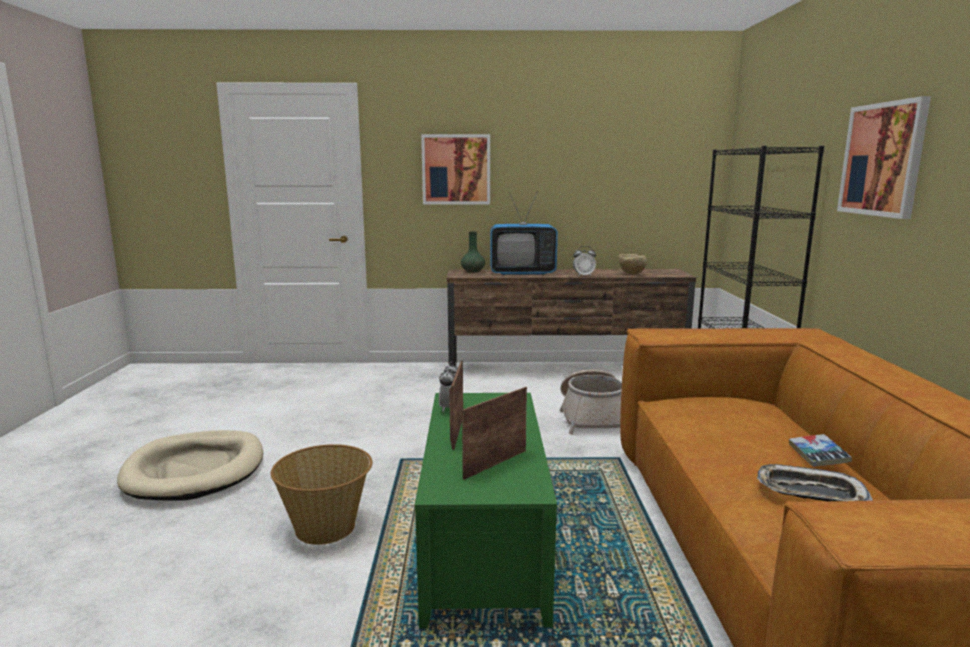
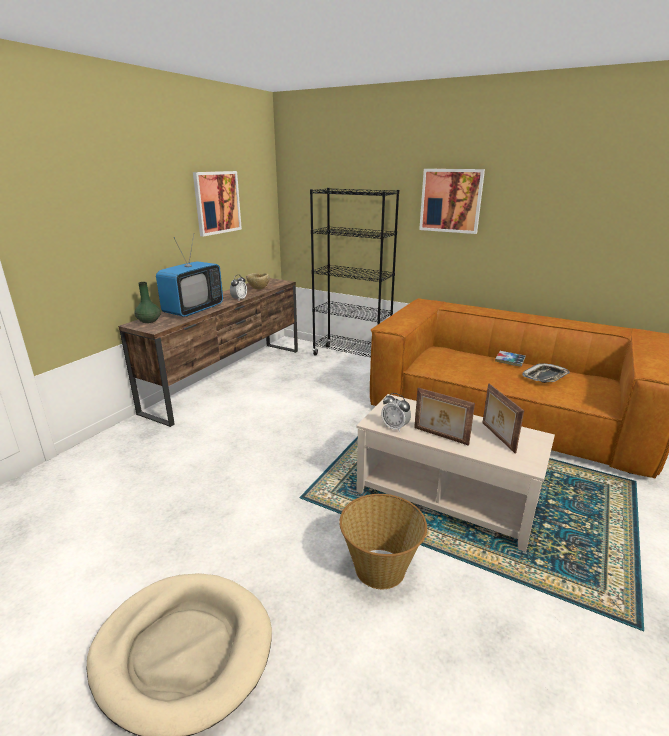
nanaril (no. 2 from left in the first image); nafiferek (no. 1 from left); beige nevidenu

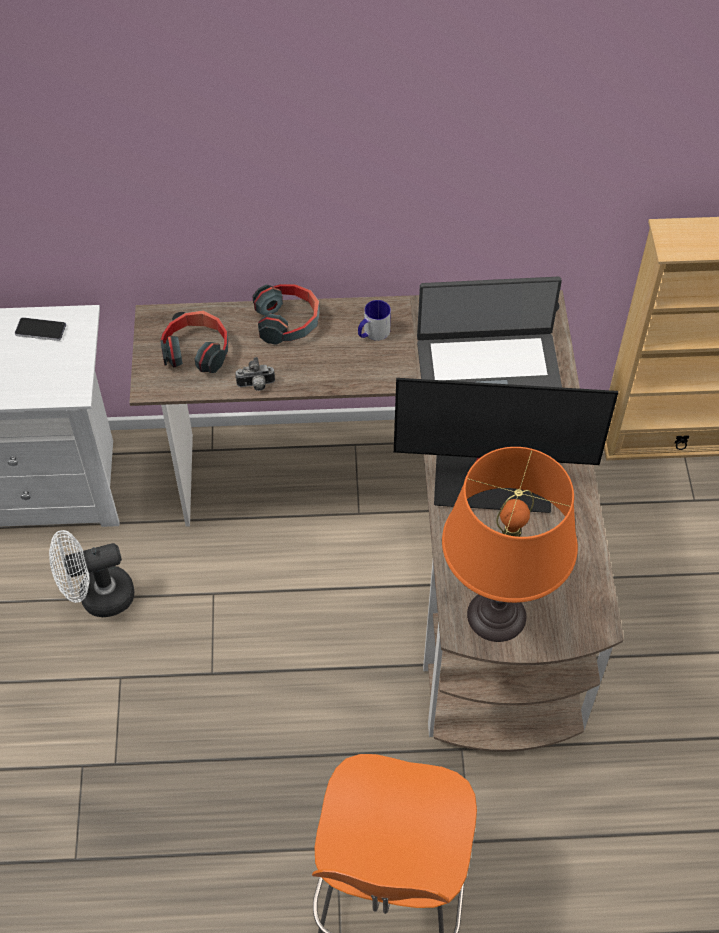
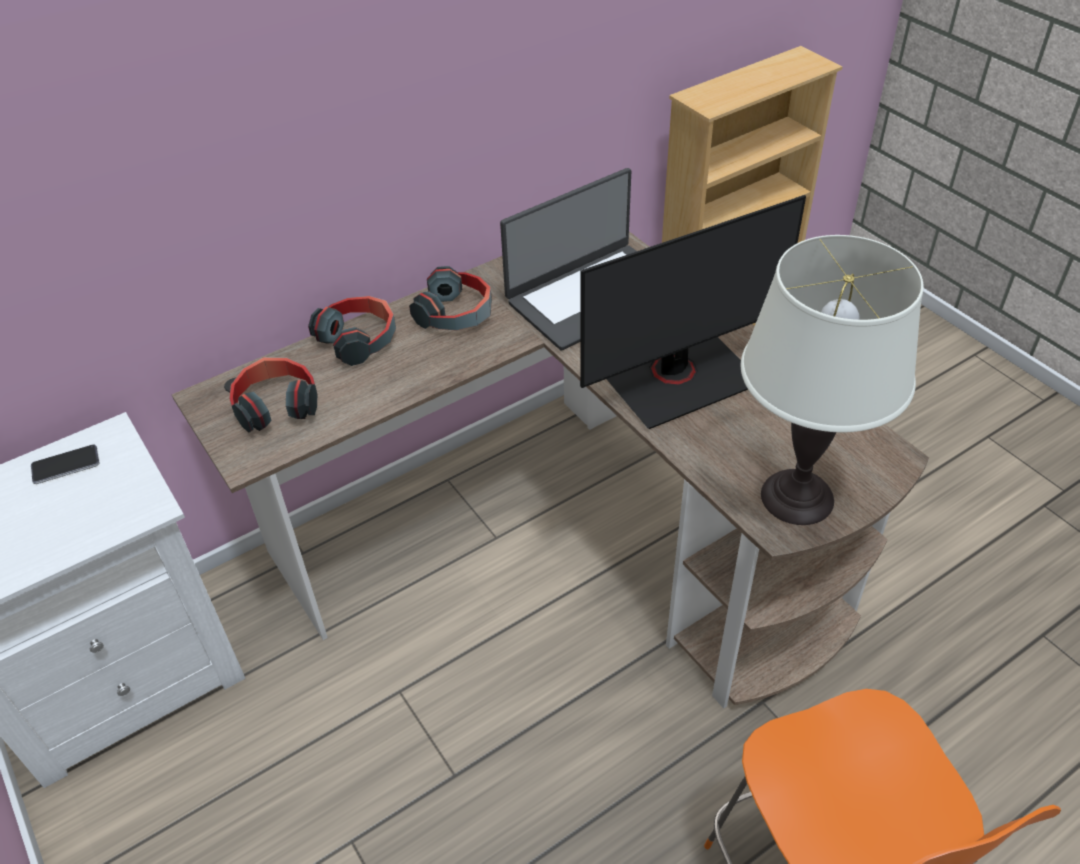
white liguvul; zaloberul; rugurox (no. 3 from left); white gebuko

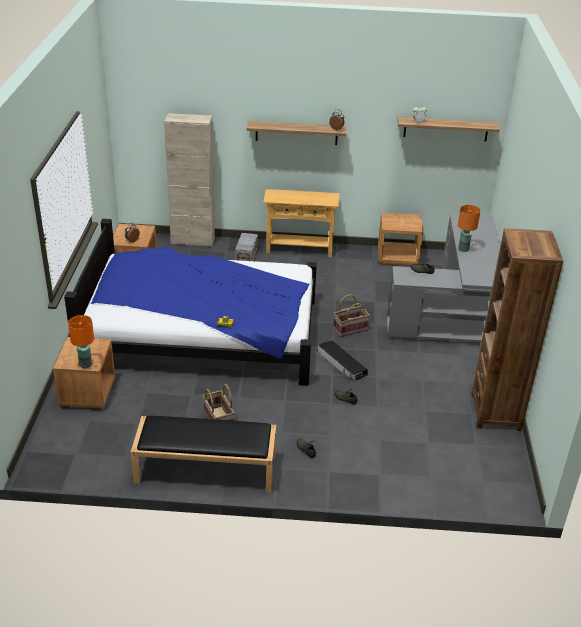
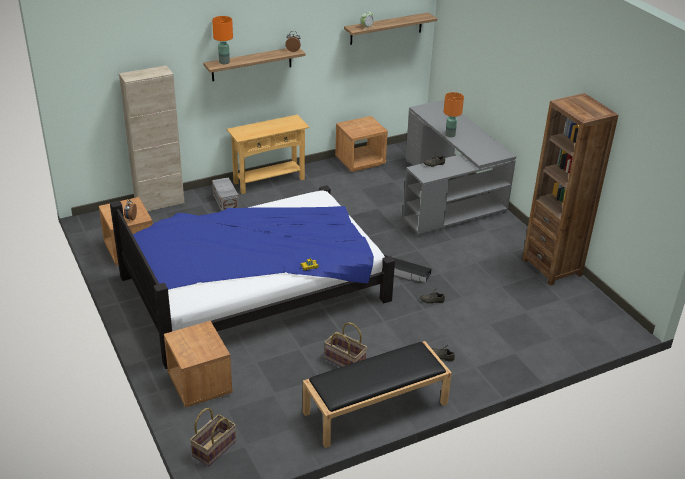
orange gebuko (no. 1 from left); nanaril (no. 1 from left)

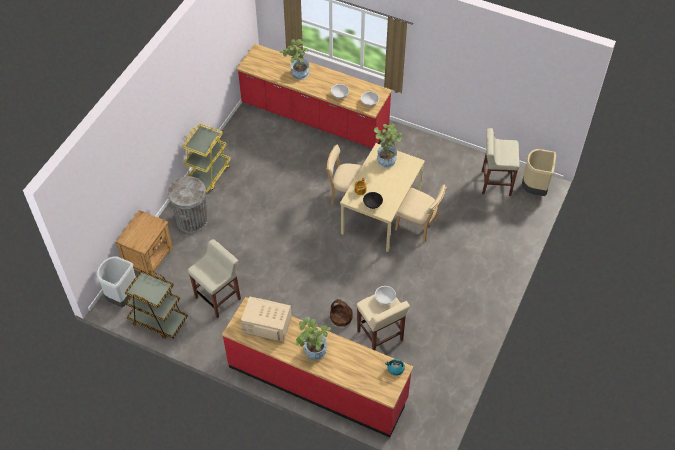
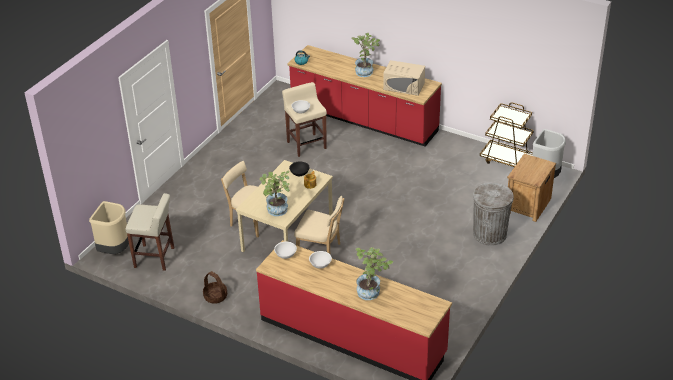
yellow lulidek; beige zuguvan (no. 1 from left in the first image); nanaril

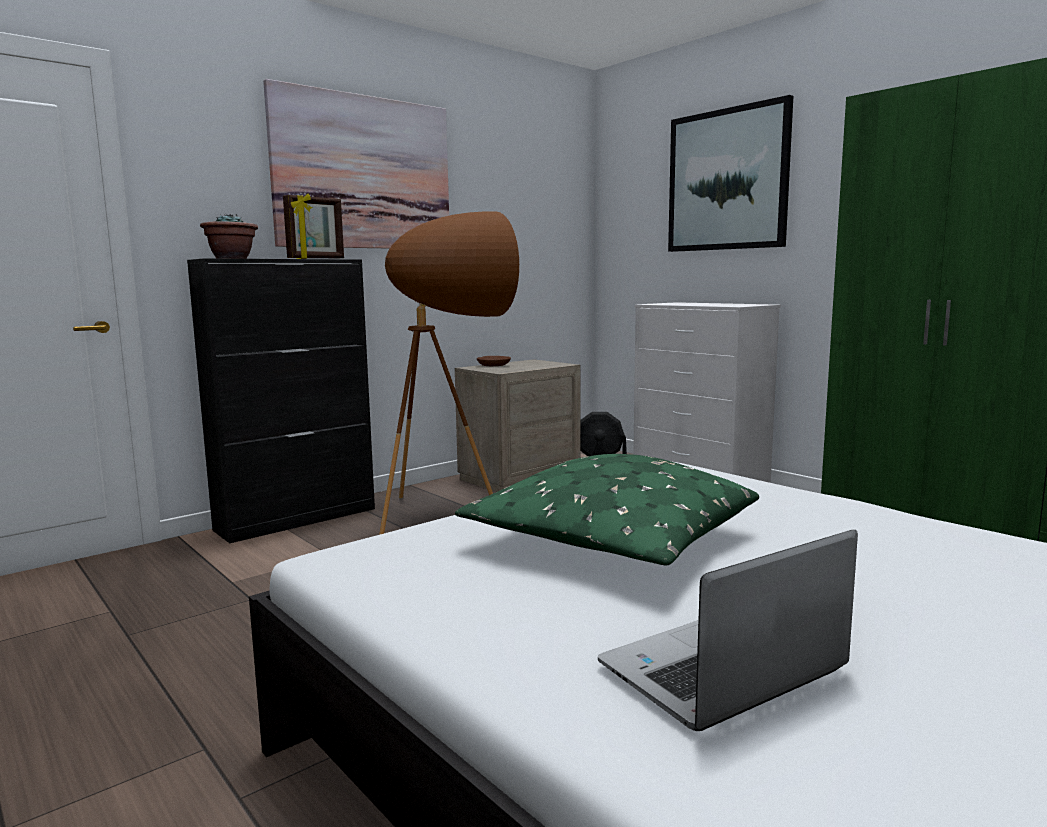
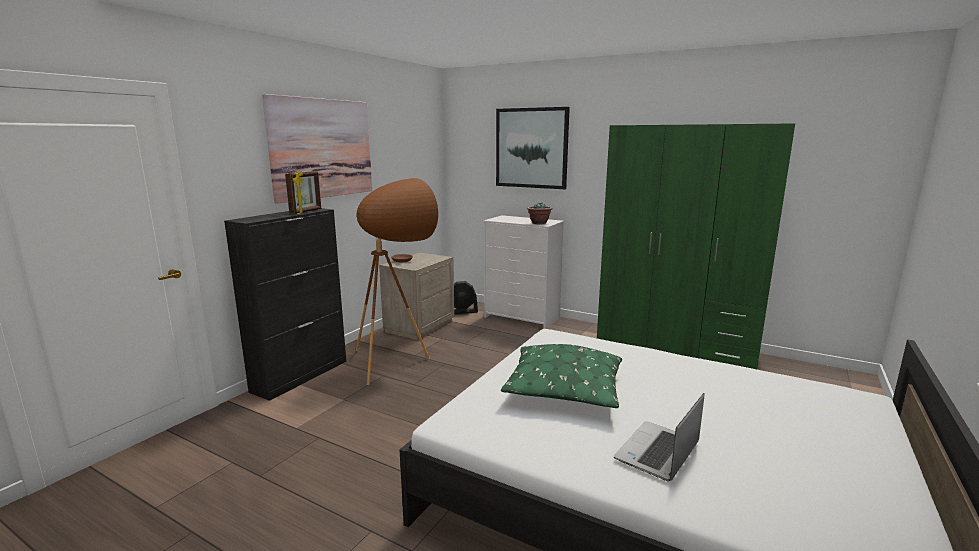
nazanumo

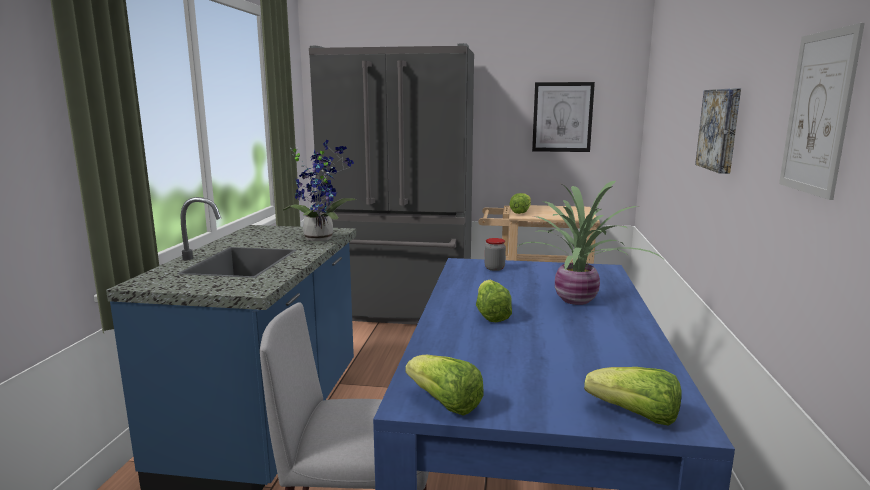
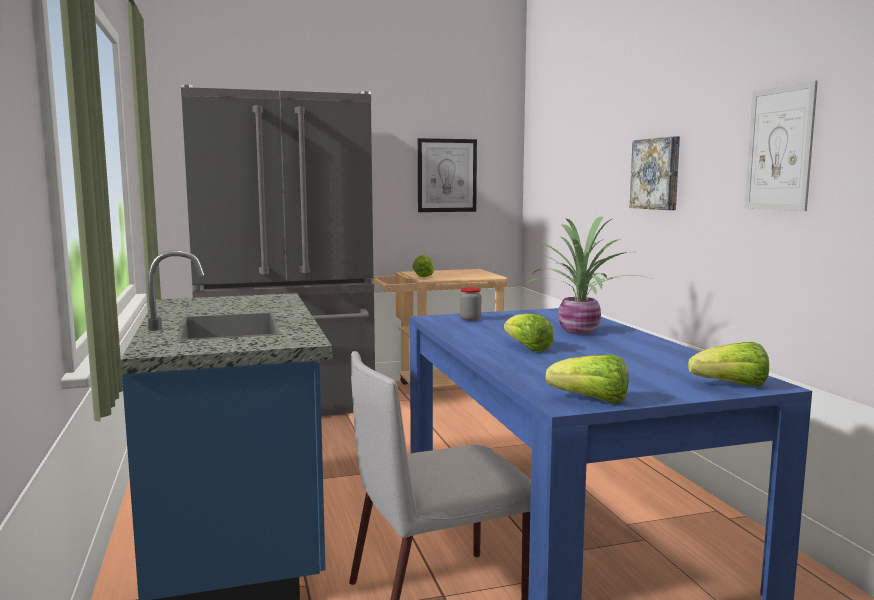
nazanumo (no. 1 from left in the first image)

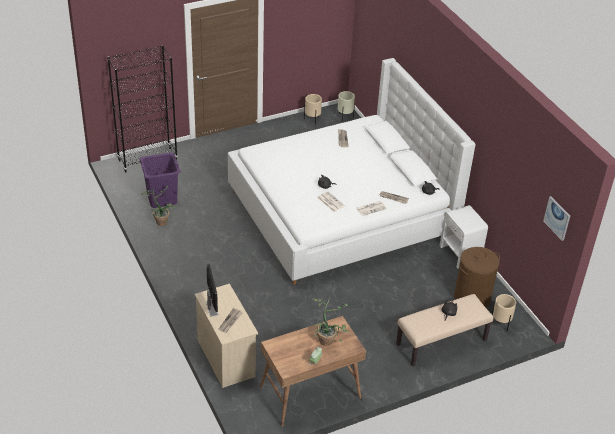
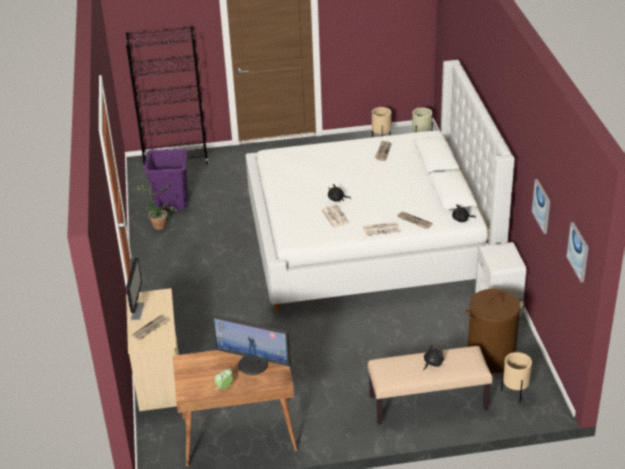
nafiferek (no. 1 from left); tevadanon (no. 2 from left)

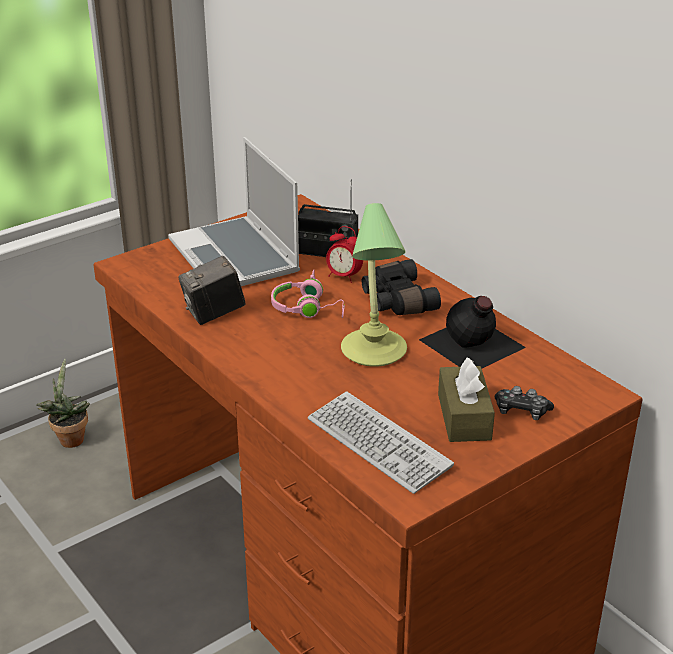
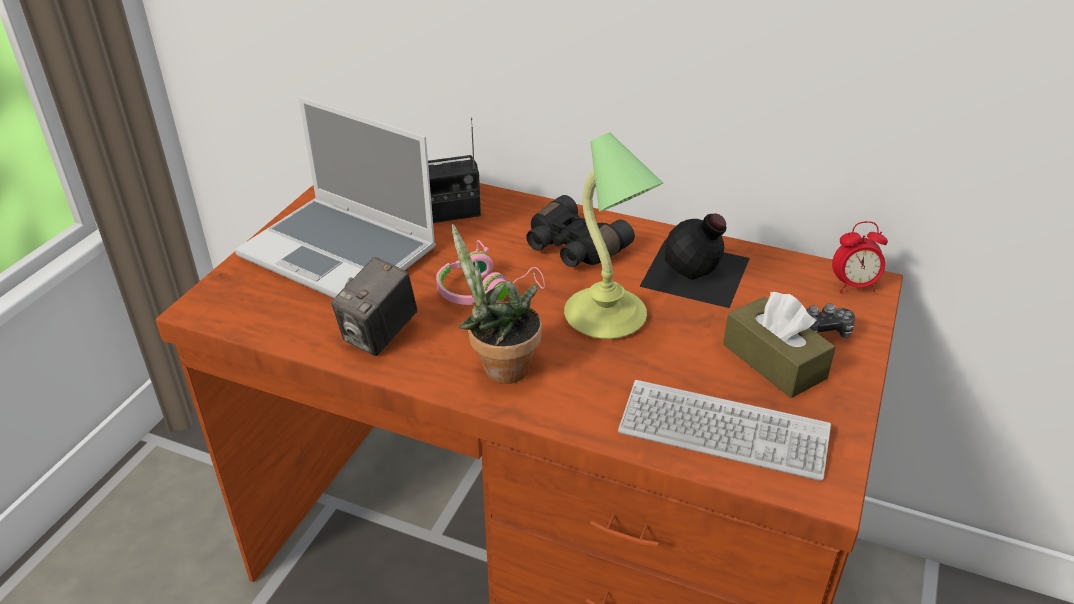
nazanumo; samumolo

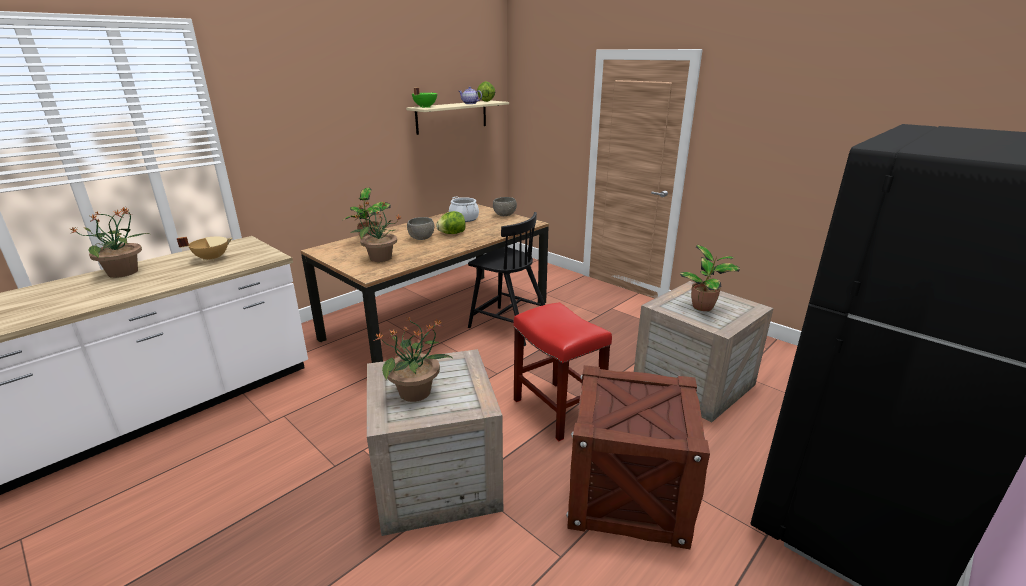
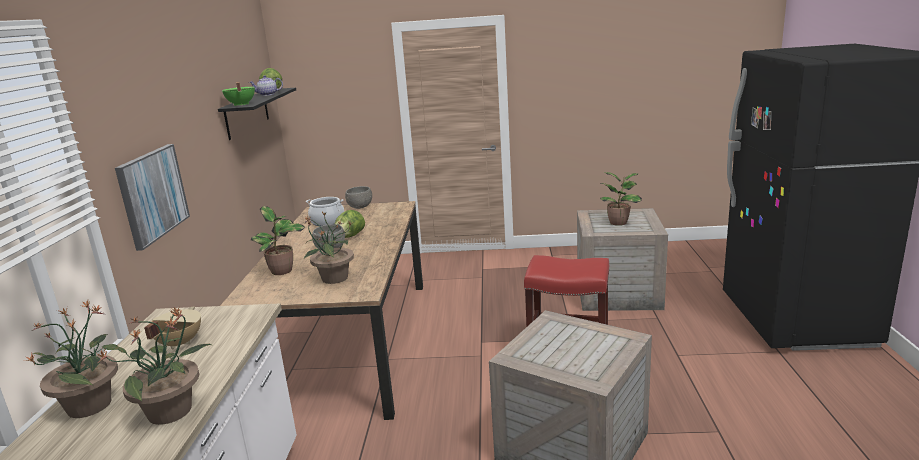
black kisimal; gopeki (no. 2 from left in the first image); nafiferek; nazanumo (no. 2 from left); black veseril

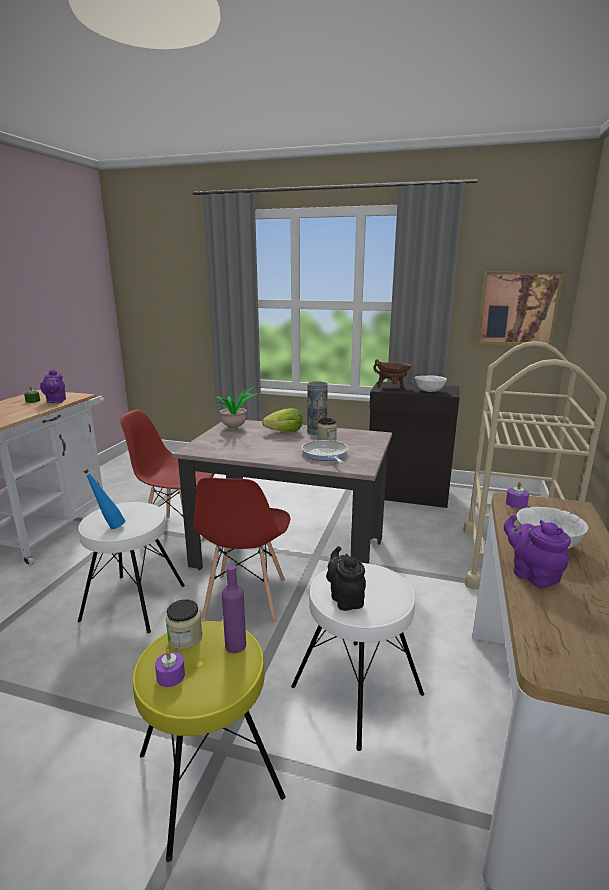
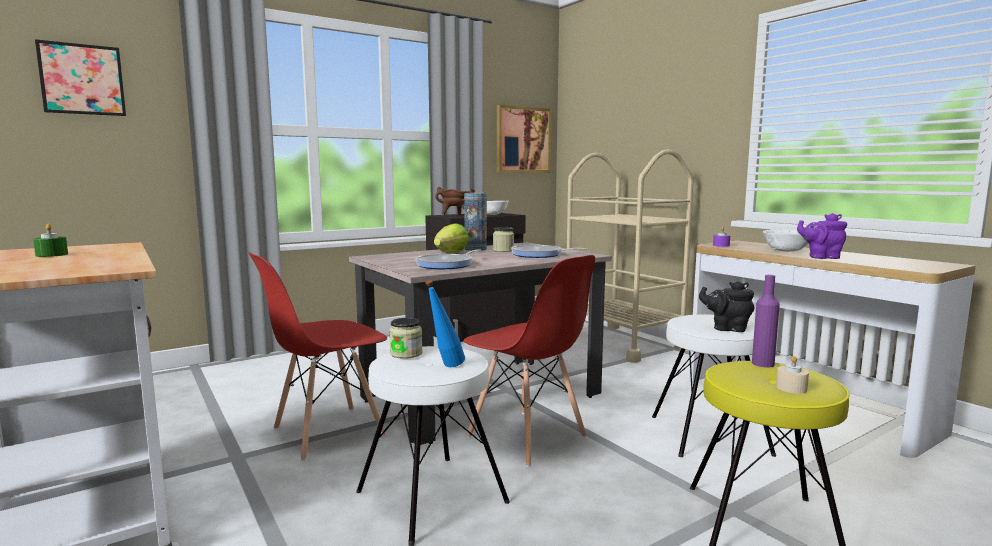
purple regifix (no. 1 from left in the first image); nazanumo; nafiferek (no. 1 from left); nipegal (no. 1 from left); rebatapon (no. 1 from left); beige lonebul

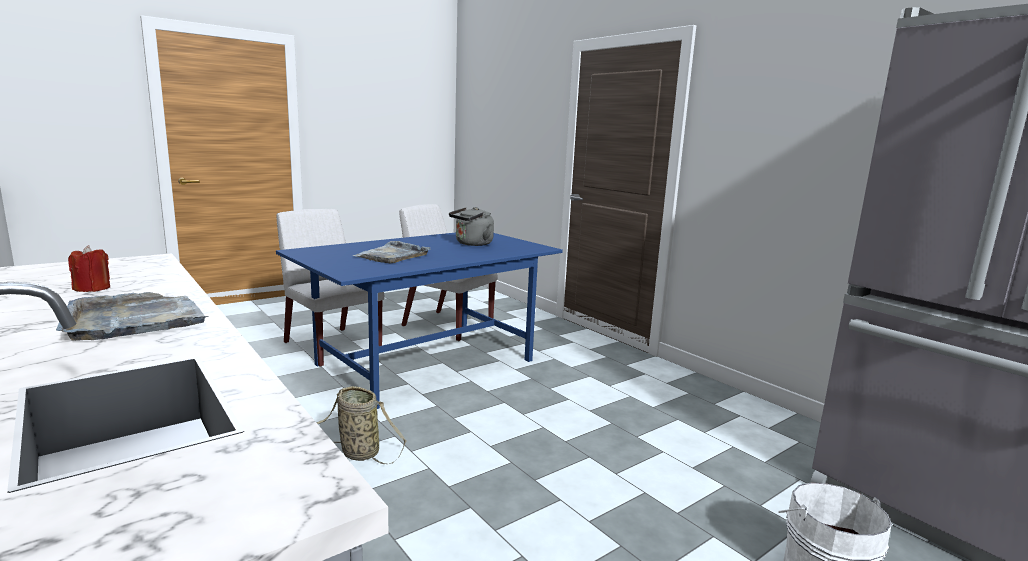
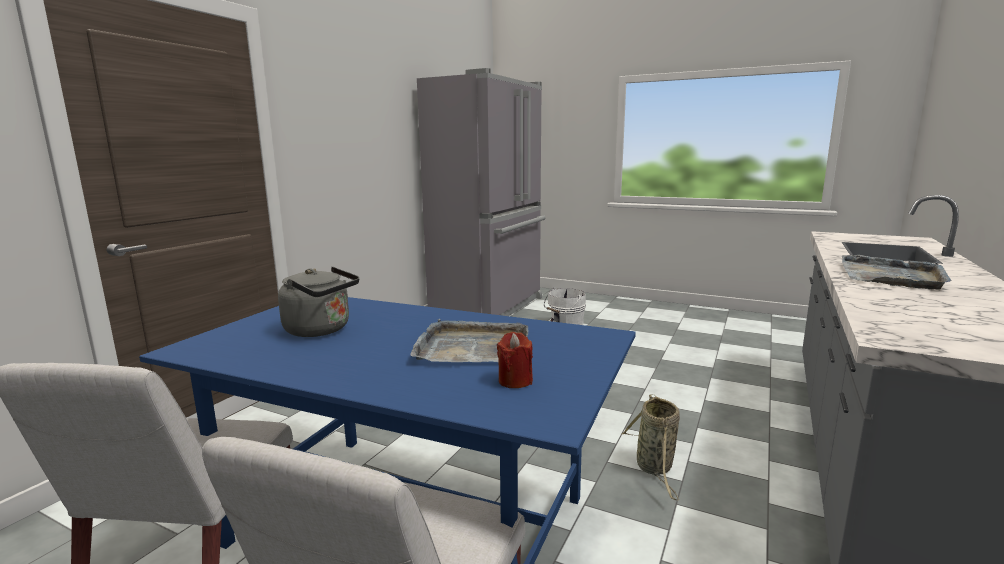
red lonebul

